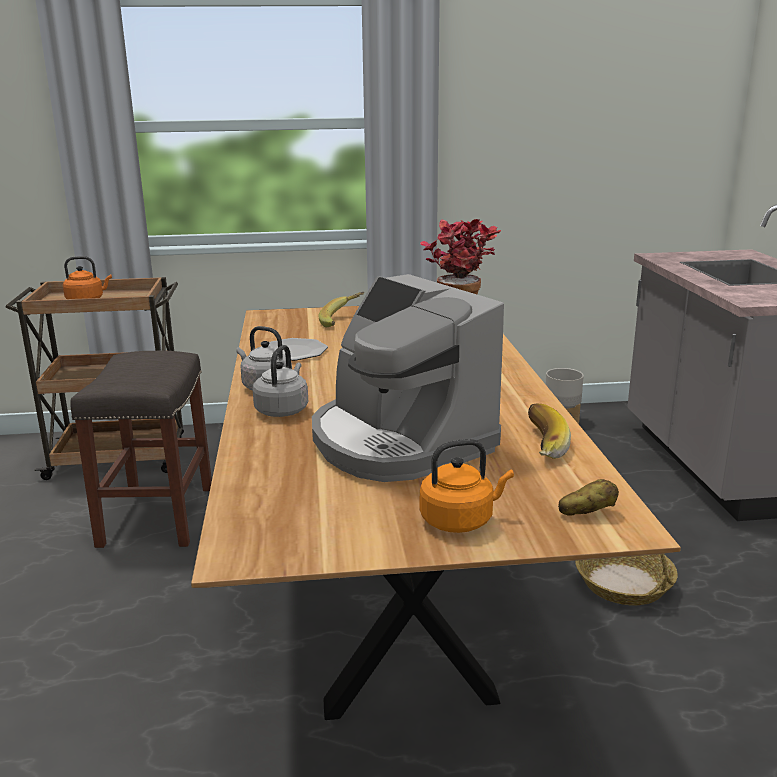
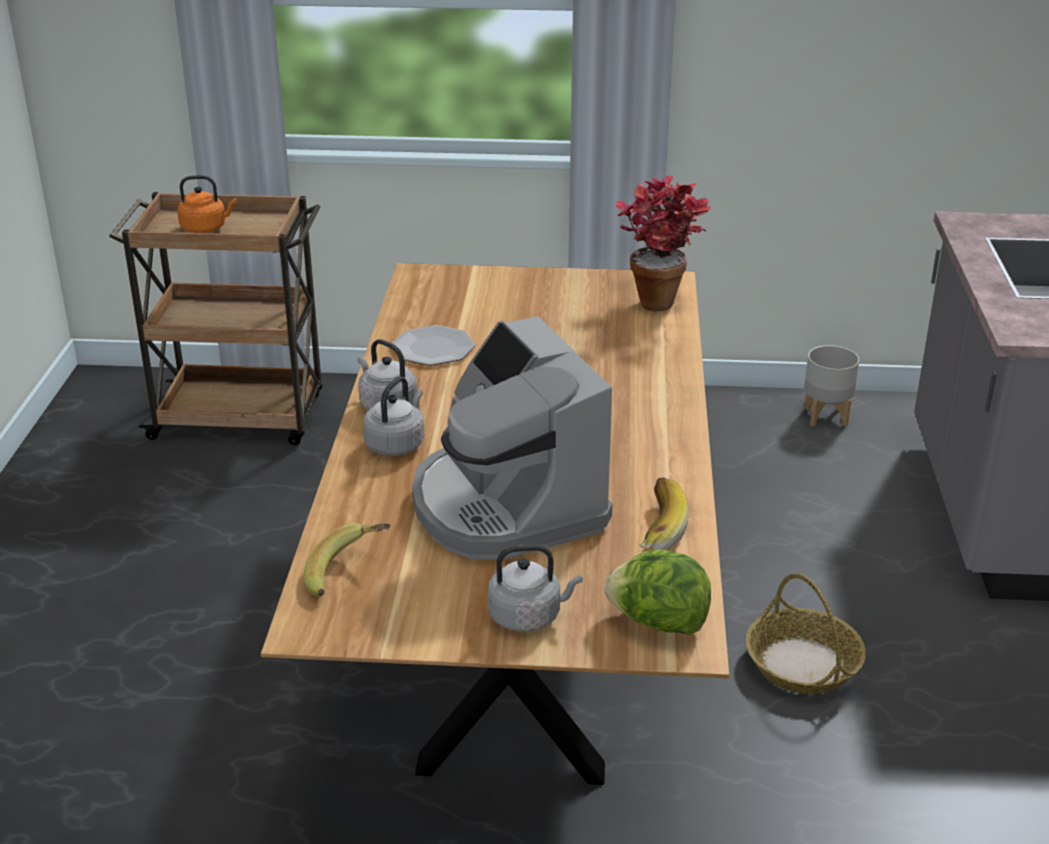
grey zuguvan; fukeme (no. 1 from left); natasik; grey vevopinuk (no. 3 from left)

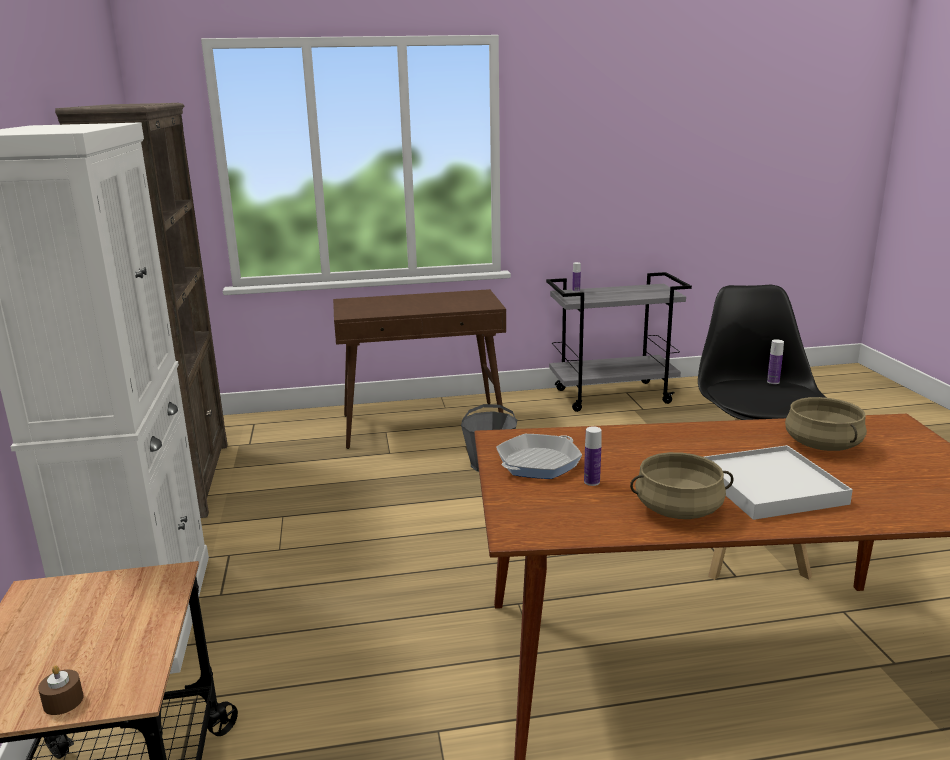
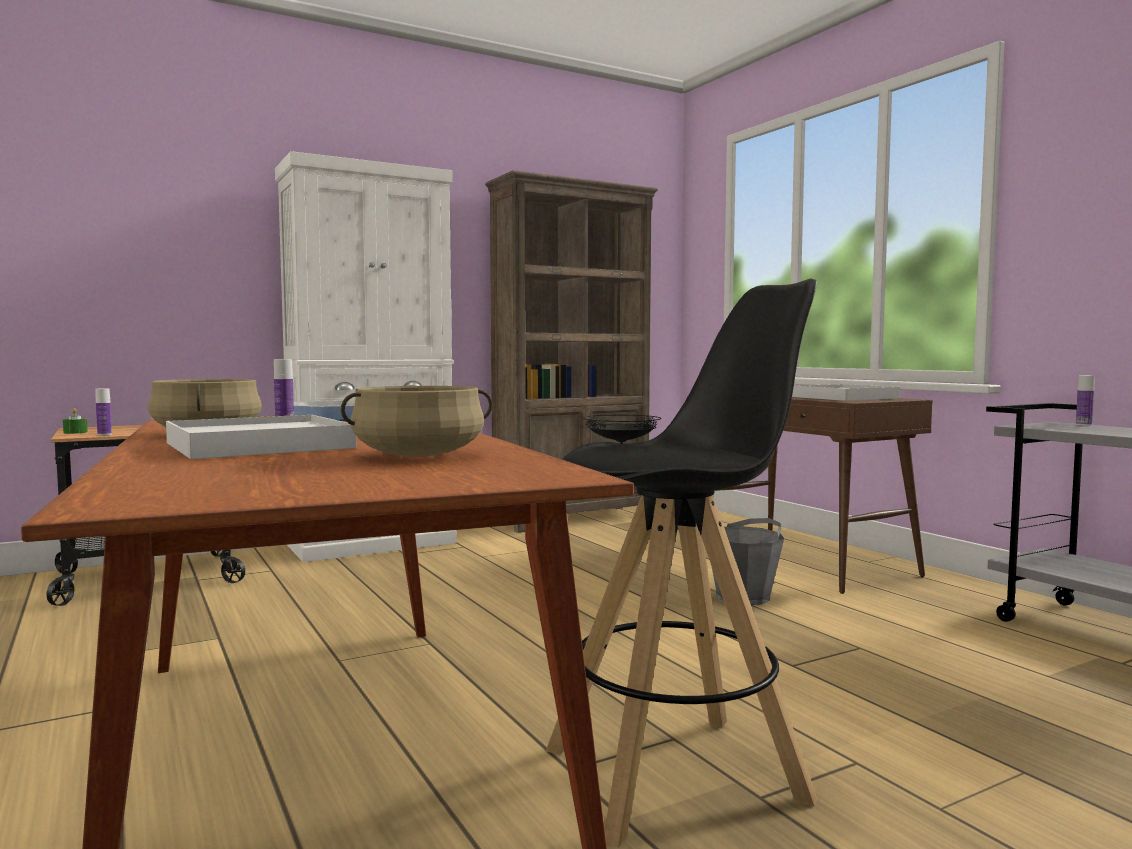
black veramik; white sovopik (no. 2 from left); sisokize (no. 1 from left); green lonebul

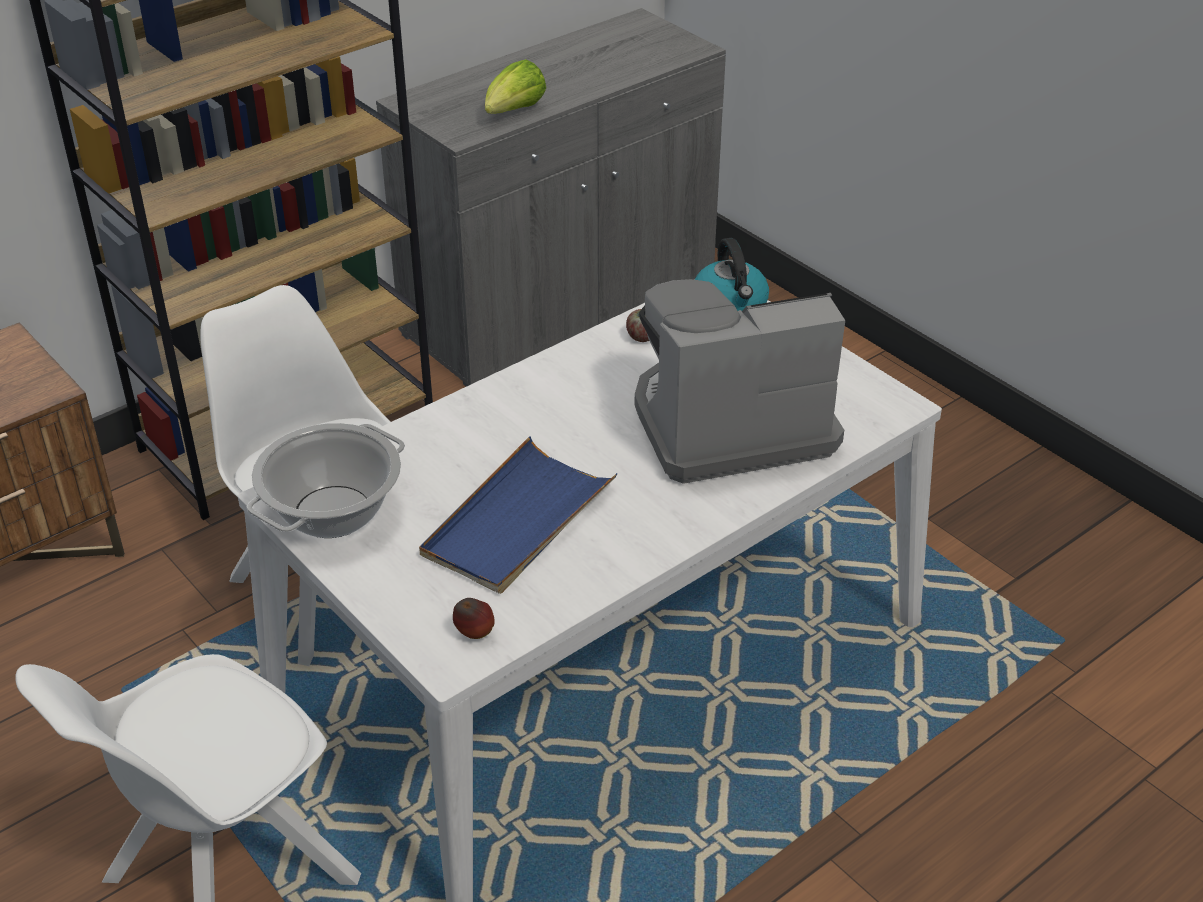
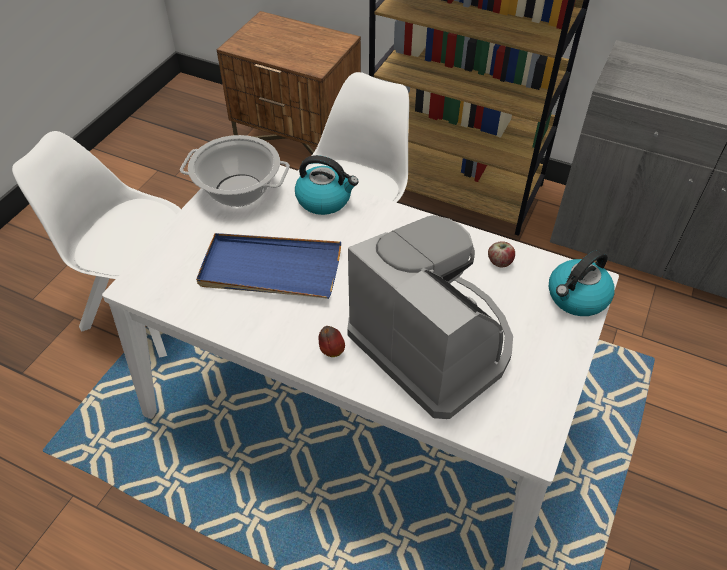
natasik; vevopinuk (no. 1 from left); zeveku (no. 1 from left)

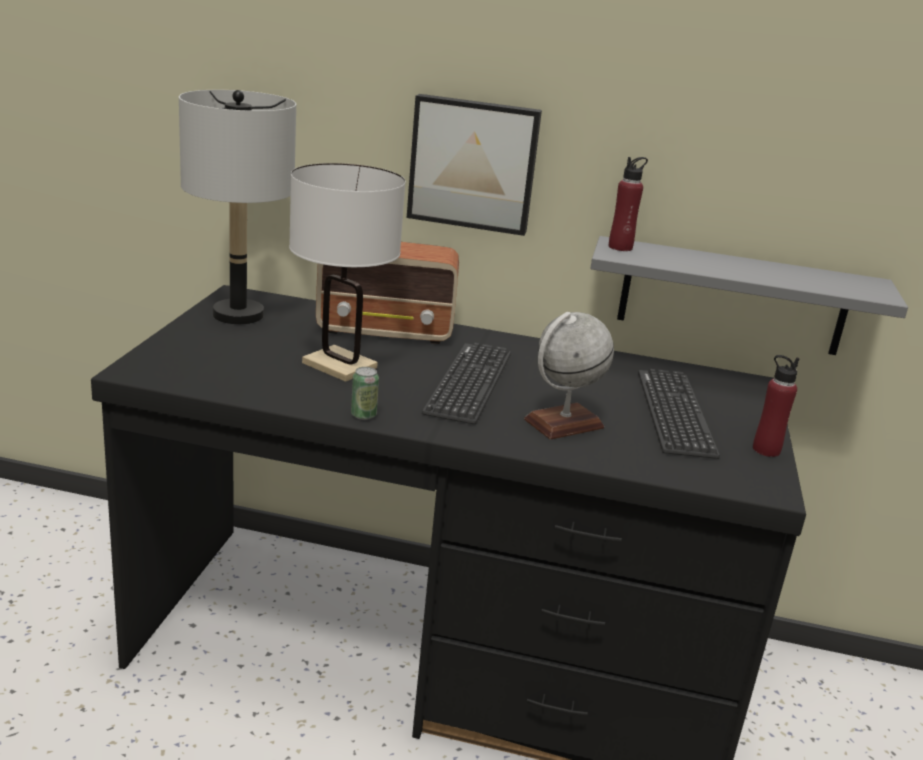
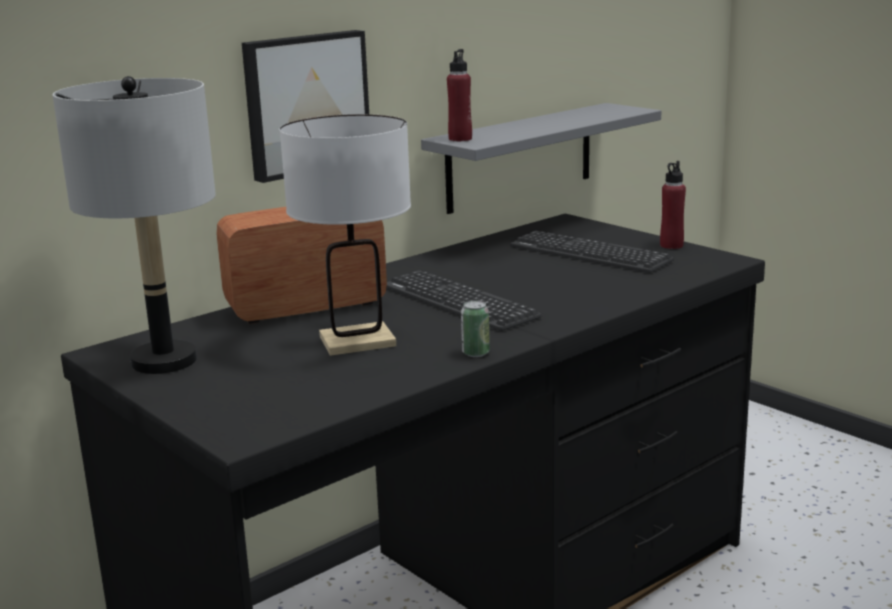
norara; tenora

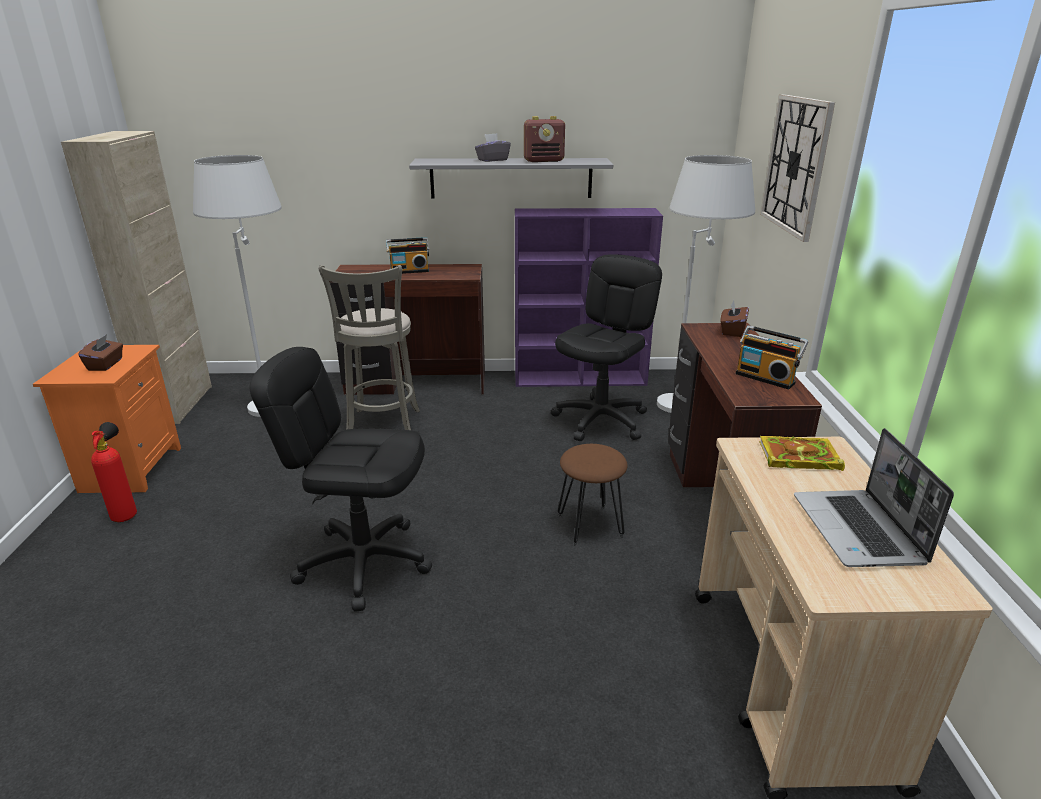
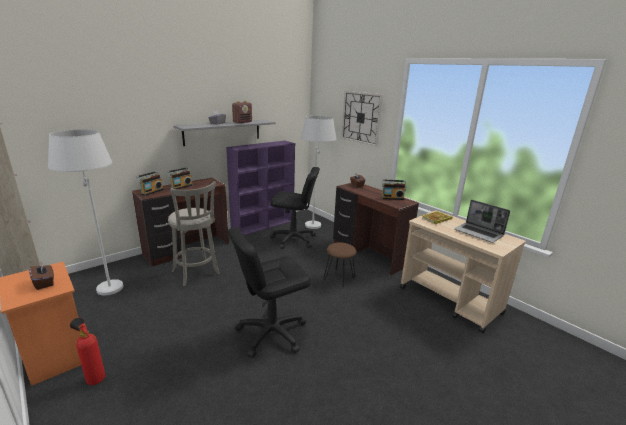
tenora (no. 1 from left); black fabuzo (no. 2 from left)

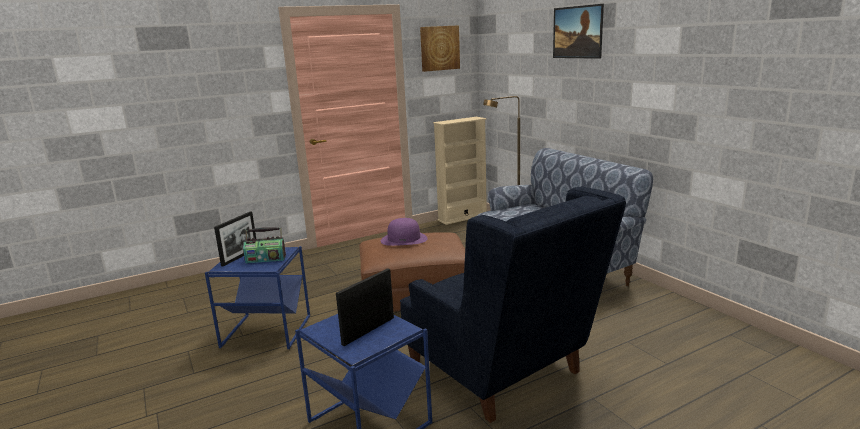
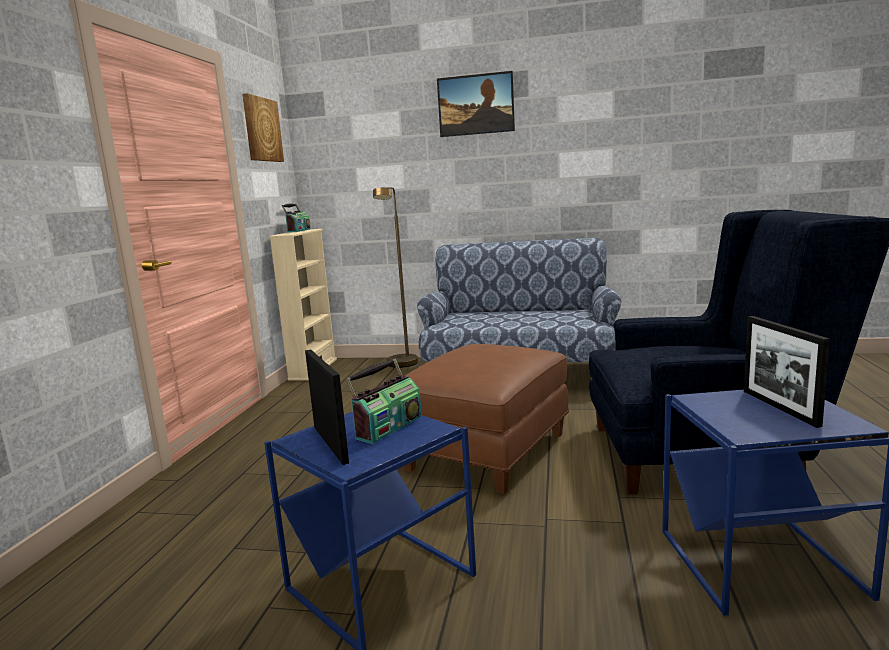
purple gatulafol; tenora (no. 1 from left)

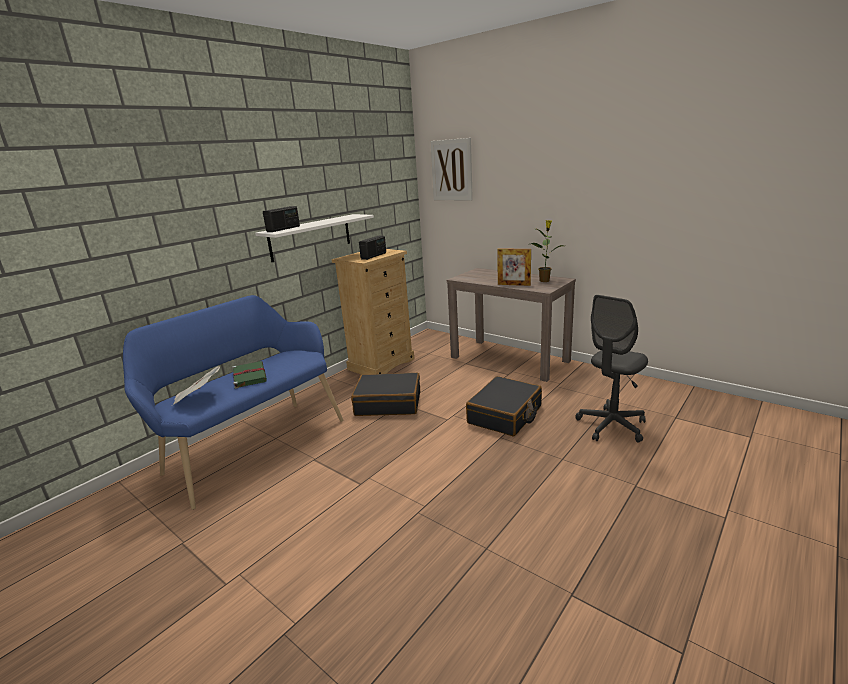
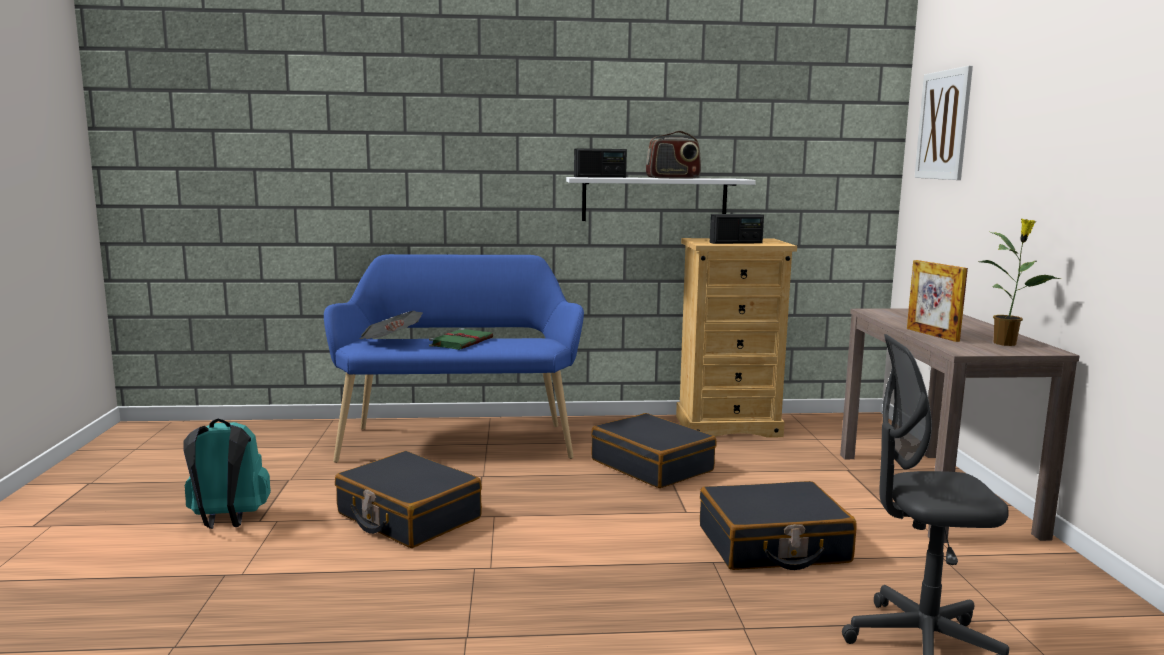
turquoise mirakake; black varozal (no. 1 from left); tenora (no. 2 from left)

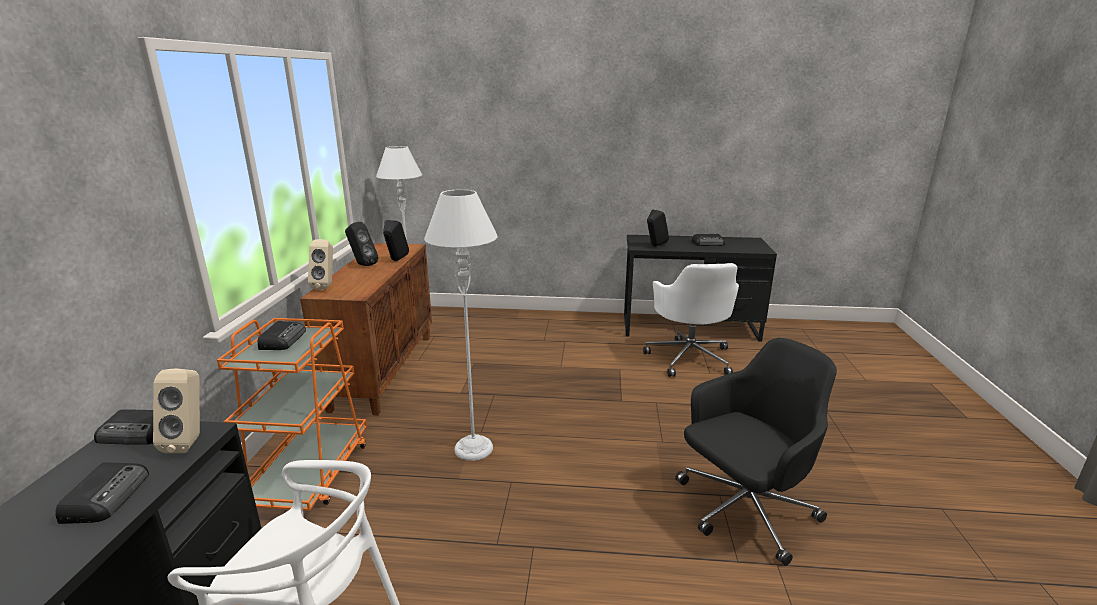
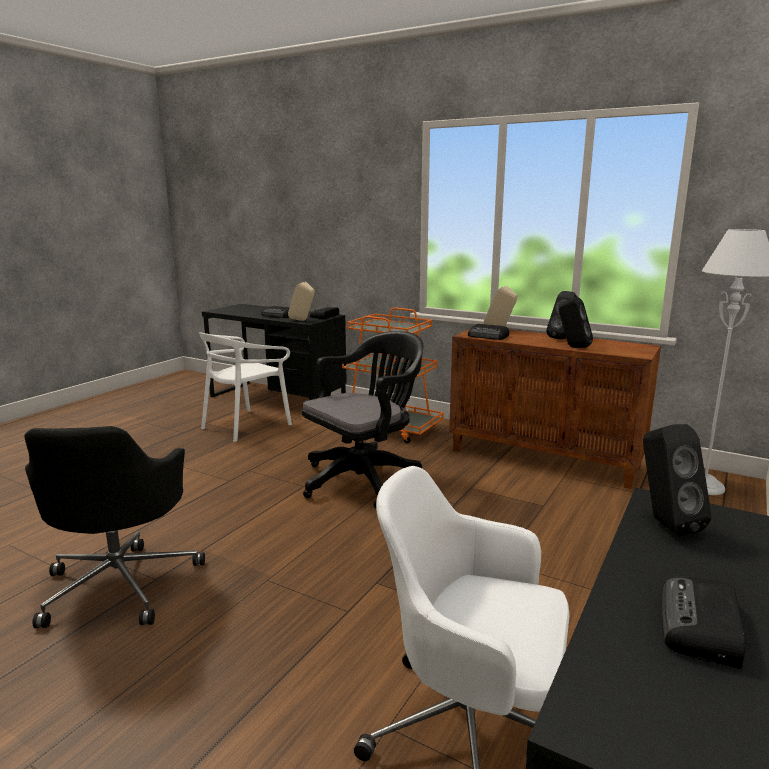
tenora (no. 3 from left); black fabuzo (no. 2 from left)

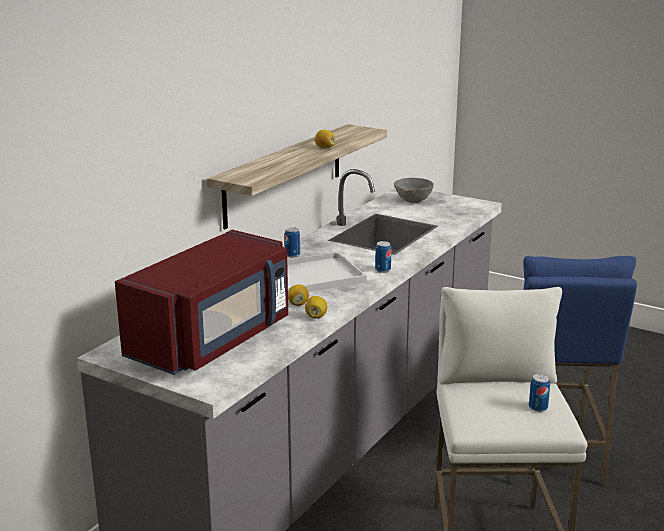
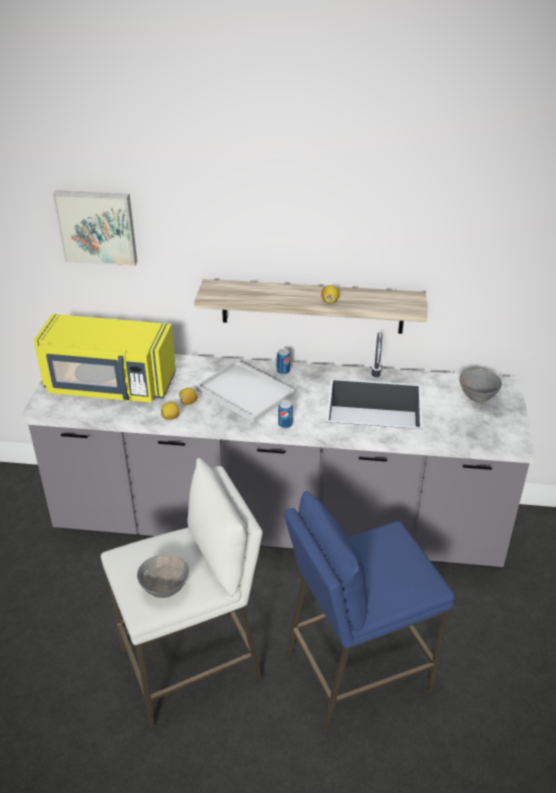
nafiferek; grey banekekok (no. 1 from left); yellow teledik

